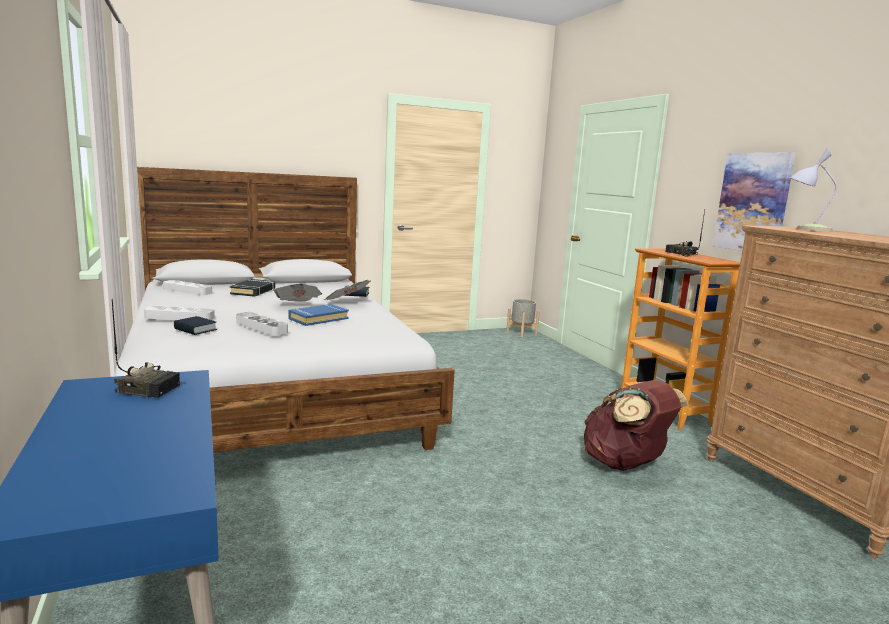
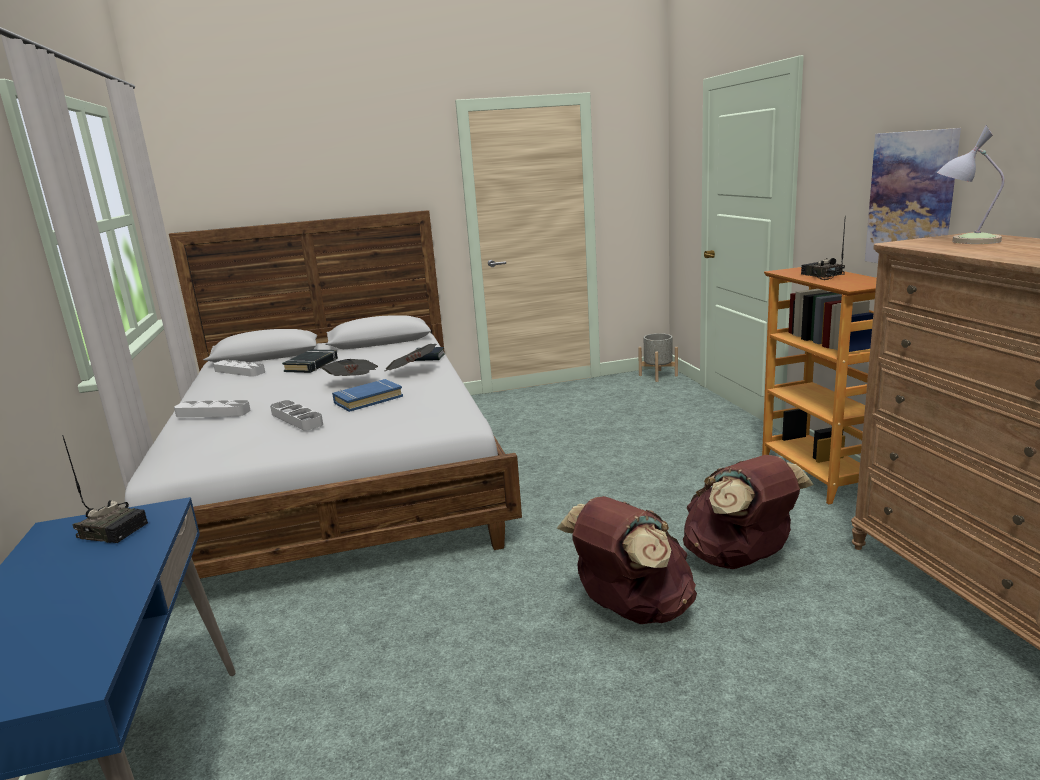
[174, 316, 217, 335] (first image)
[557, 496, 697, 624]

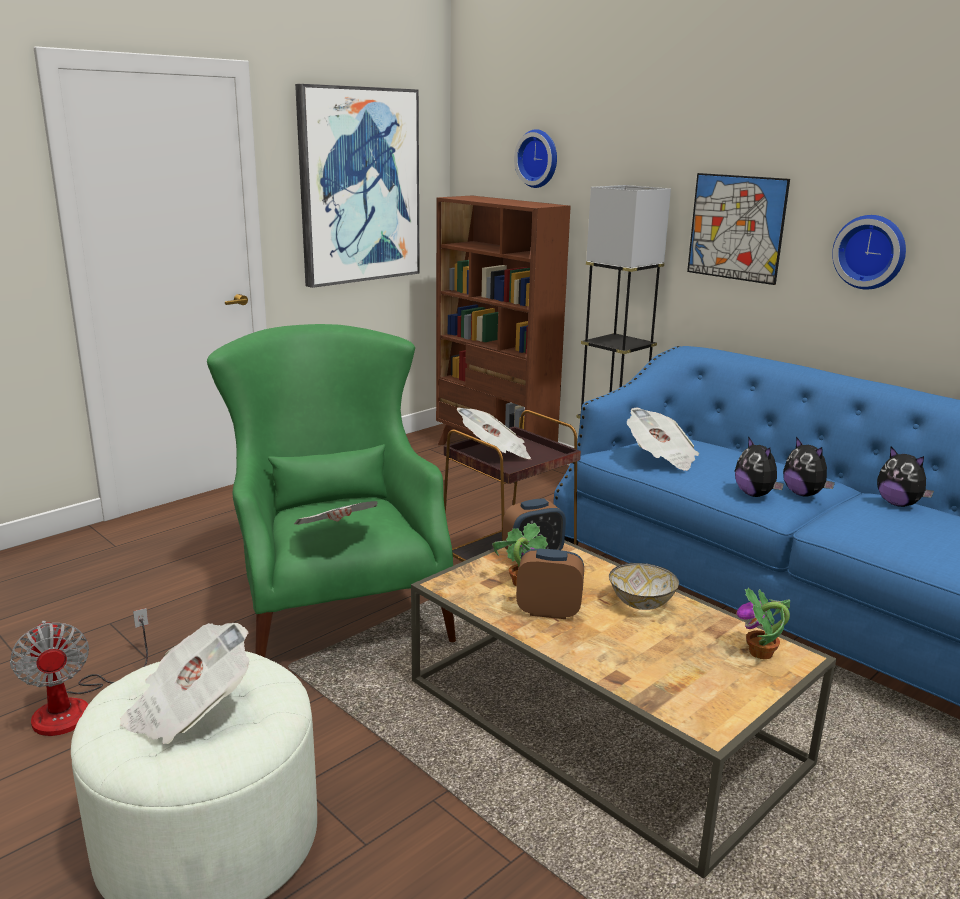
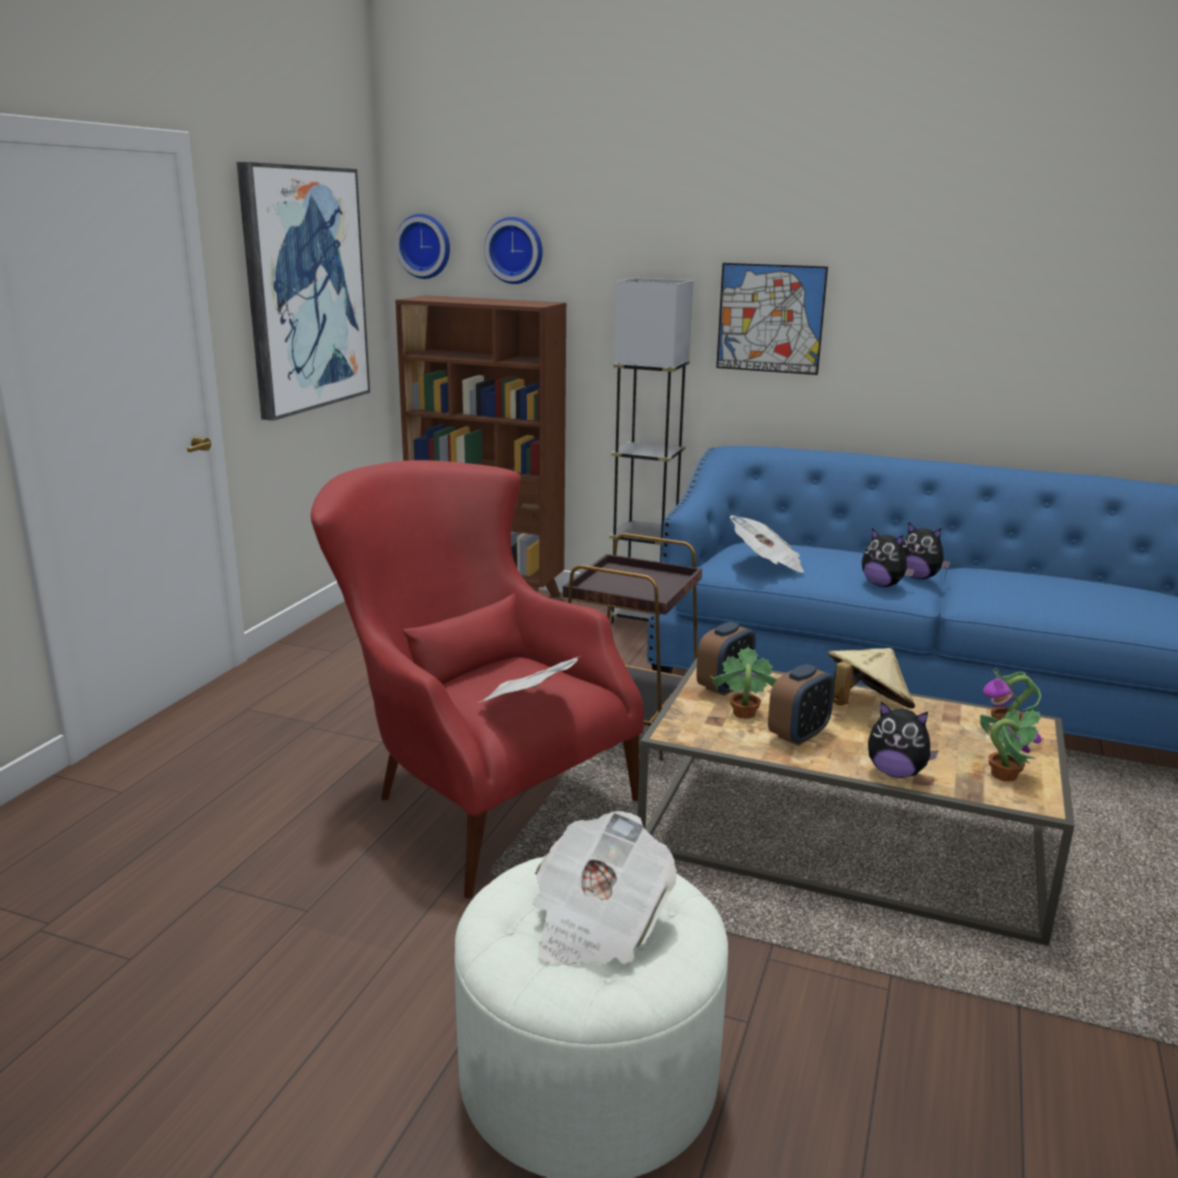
[10, 608, 149, 736] (first image)
[457, 407, 531, 459] (first image)
[980, 710, 1042, 782]
[395, 214, 450, 279]
[868, 701, 939, 778]
[828, 648, 915, 709]
[311, 460, 644, 898]
[768, 664, 835, 746]

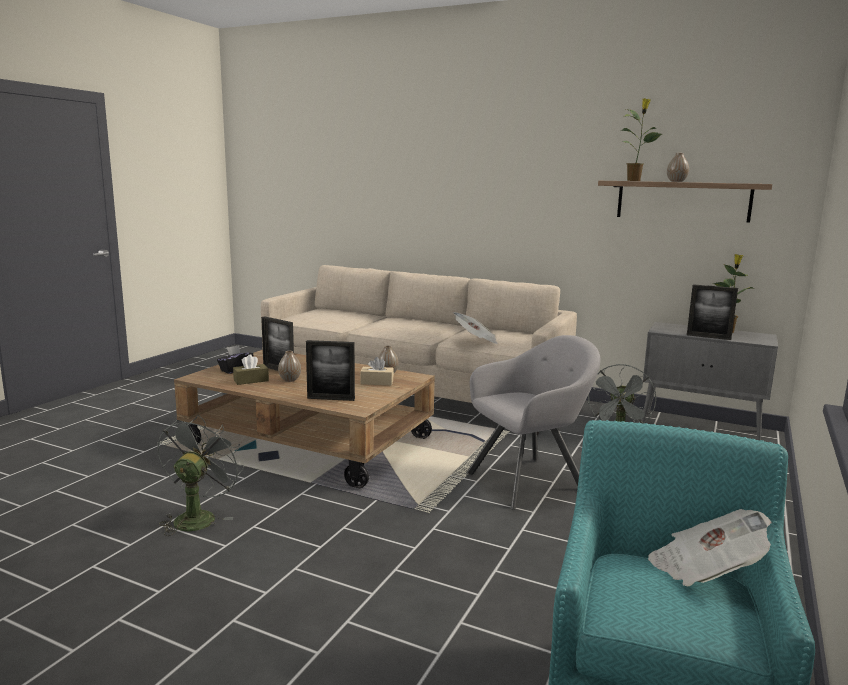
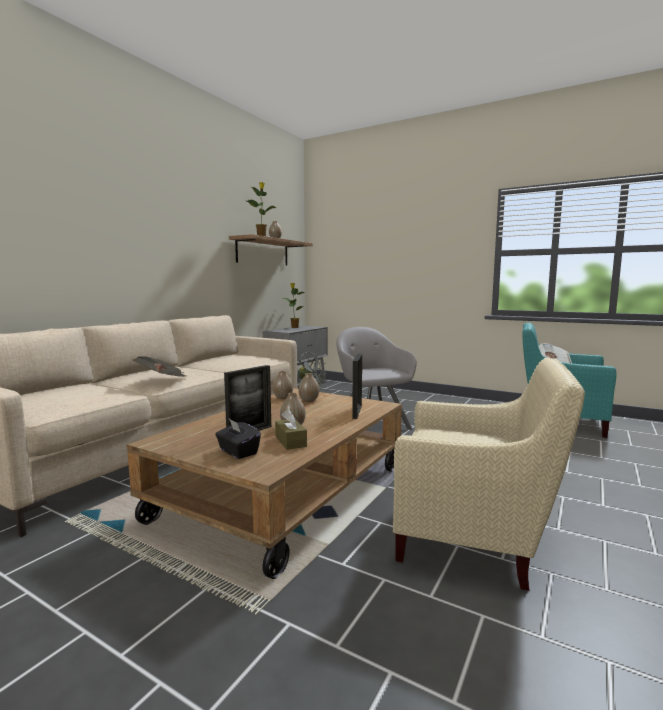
[687, 284, 738, 340] (first image)
[133, 356, 186, 377]
[393, 357, 585, 591]
[298, 373, 319, 402]

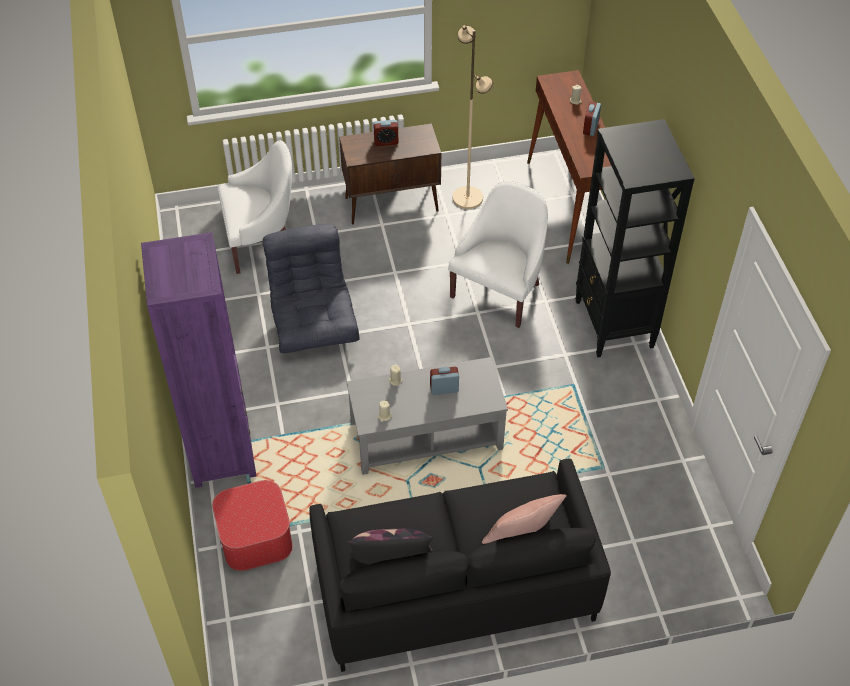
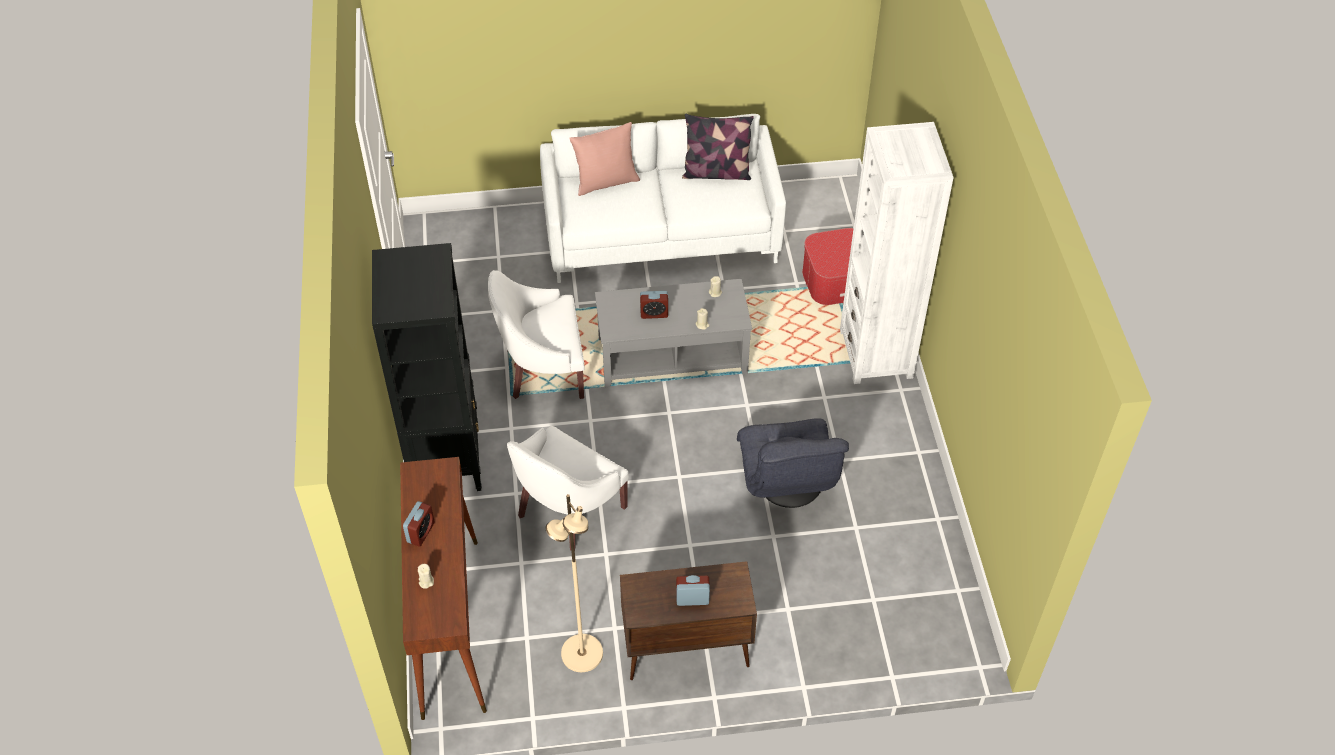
[488, 270, 585, 399]
[840, 122, 954, 384]
[540, 114, 786, 283]

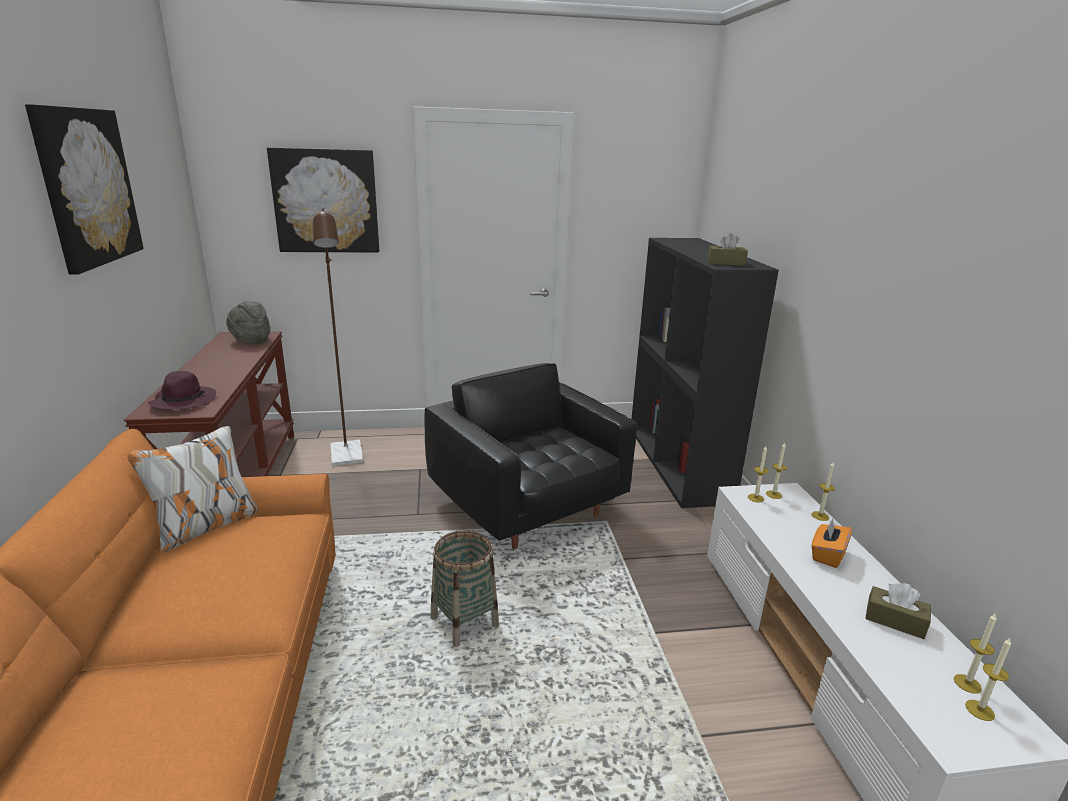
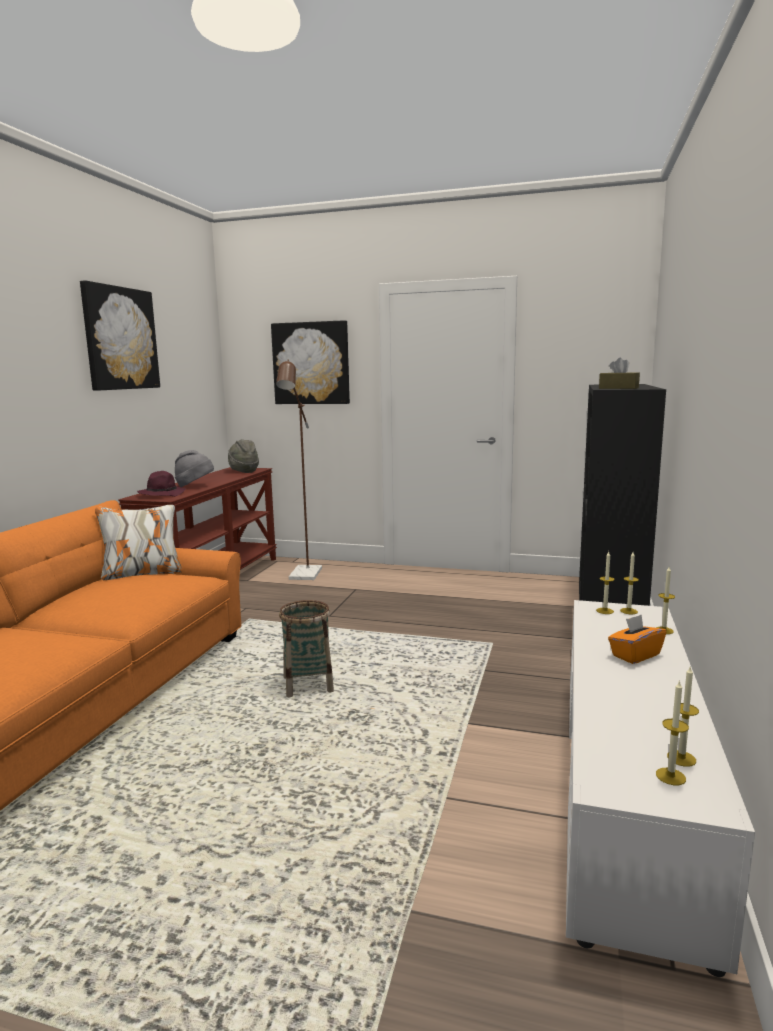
[425, 363, 637, 549] (first image)
[865, 583, 931, 639] (first image)
[175, 450, 214, 487]

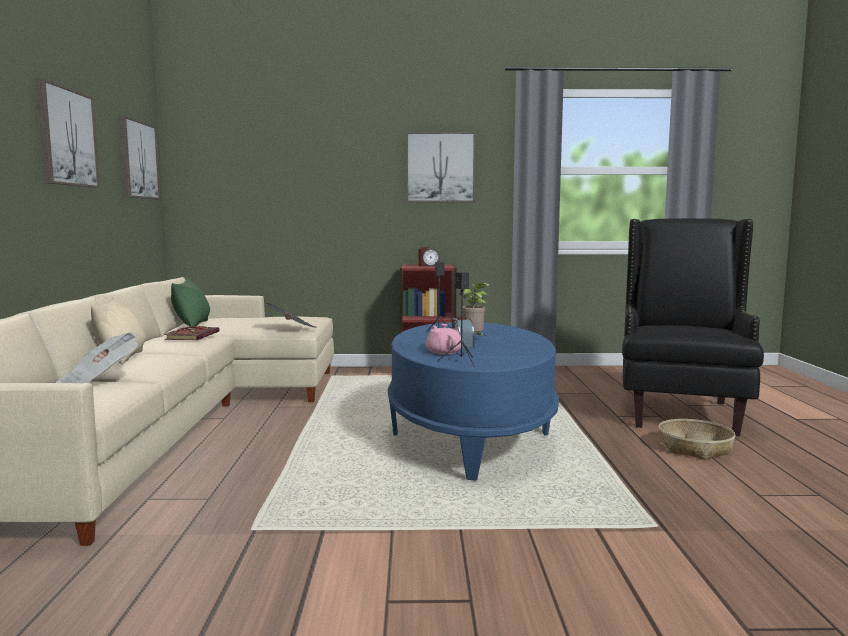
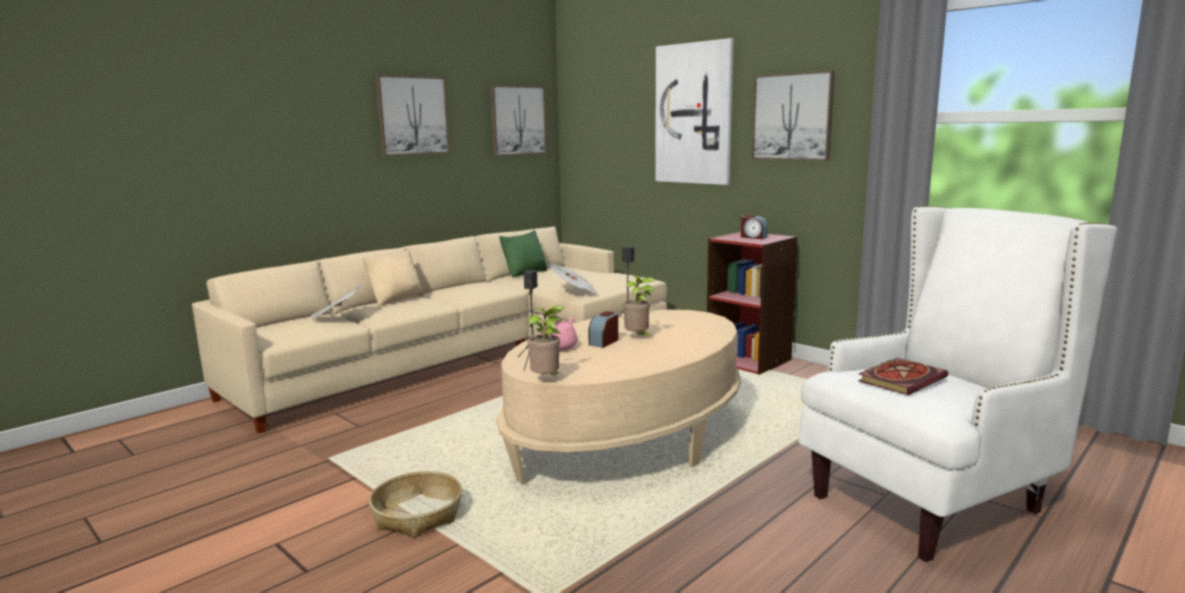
[527, 306, 565, 375]
[655, 38, 734, 185]
[858, 358, 948, 395]
[369, 471, 462, 538]
[497, 310, 741, 485]
[798, 206, 1117, 562]

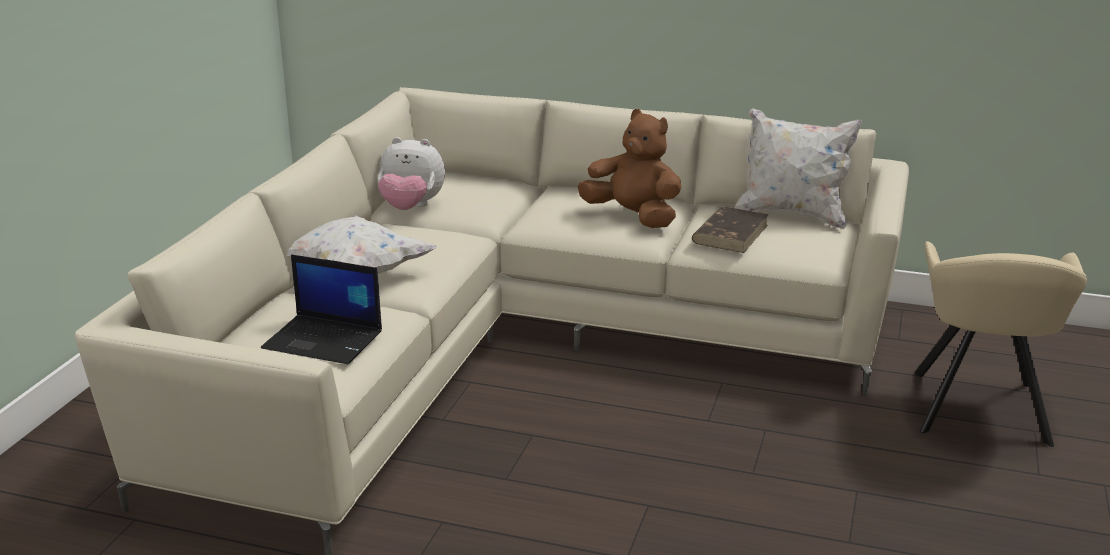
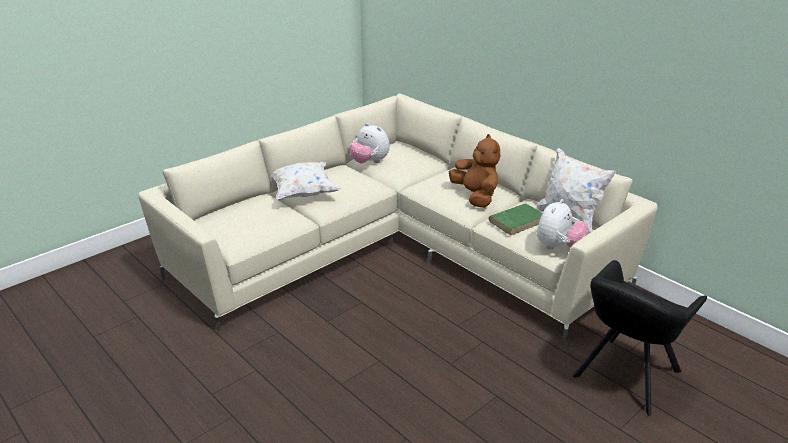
[261, 254, 382, 364] (first image)
[537, 199, 589, 250]
[489, 203, 542, 235]
[573, 260, 707, 416]

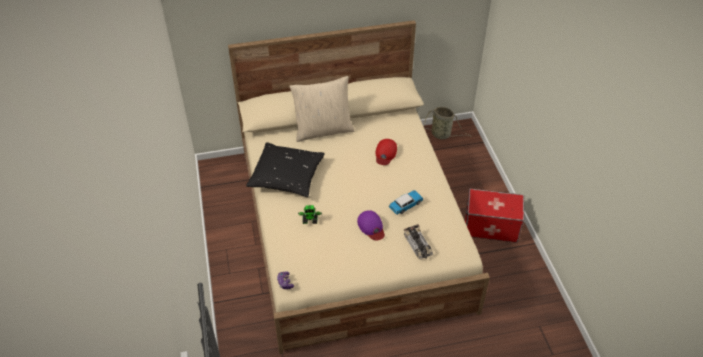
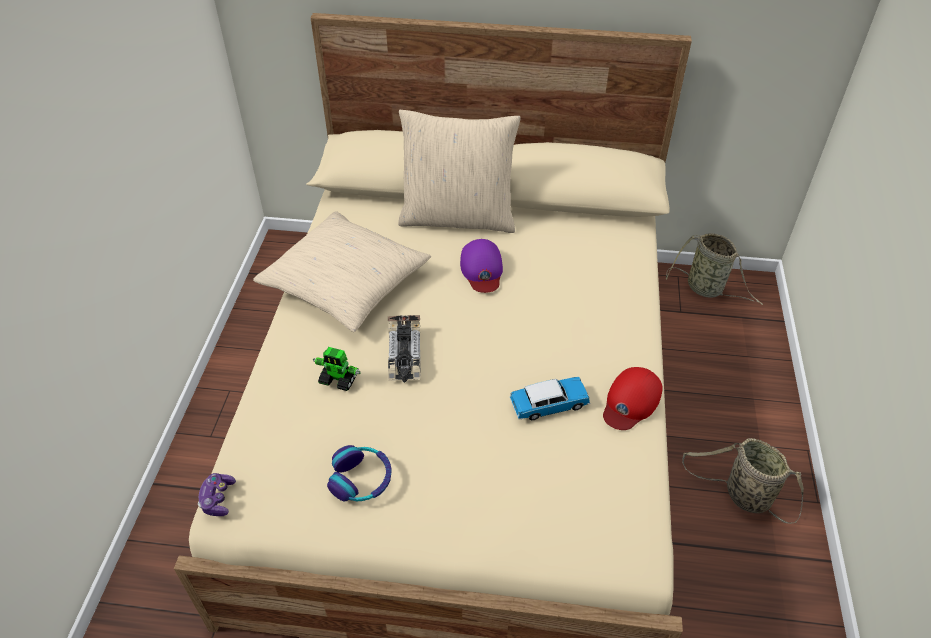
[327, 445, 392, 501]
[460, 239, 503, 293]
[603, 367, 662, 430]
[388, 315, 420, 383]
[682, 438, 804, 524]
[253, 211, 431, 332]

